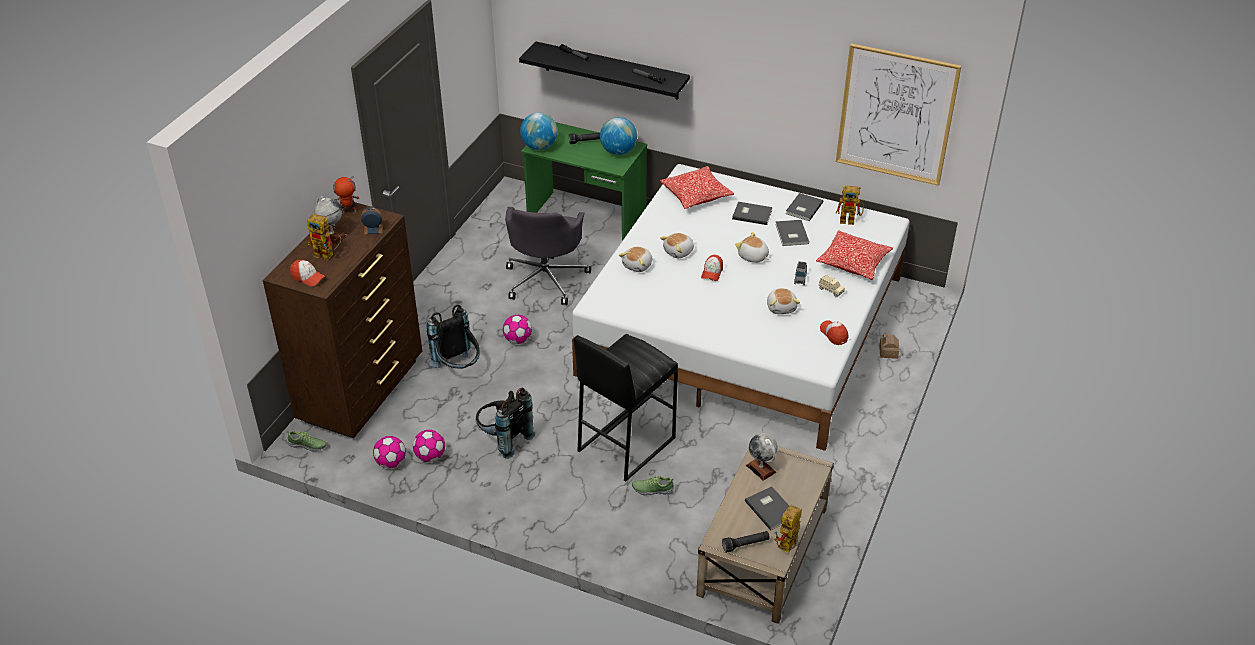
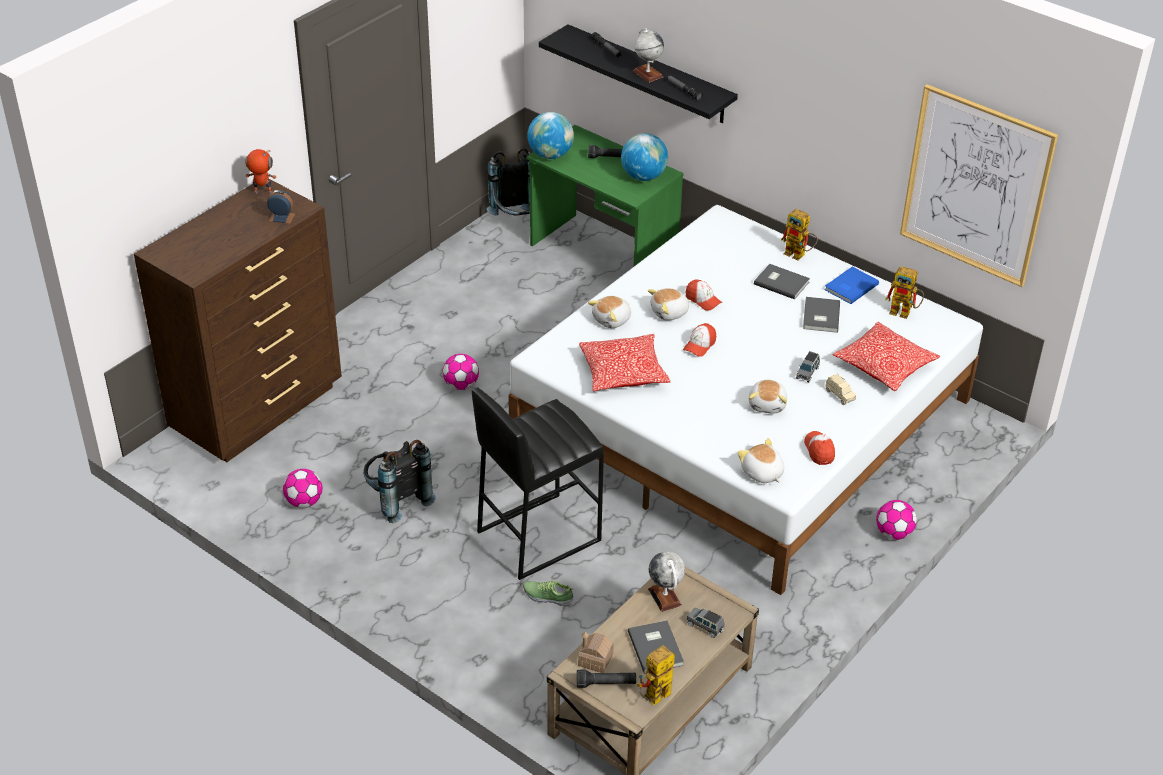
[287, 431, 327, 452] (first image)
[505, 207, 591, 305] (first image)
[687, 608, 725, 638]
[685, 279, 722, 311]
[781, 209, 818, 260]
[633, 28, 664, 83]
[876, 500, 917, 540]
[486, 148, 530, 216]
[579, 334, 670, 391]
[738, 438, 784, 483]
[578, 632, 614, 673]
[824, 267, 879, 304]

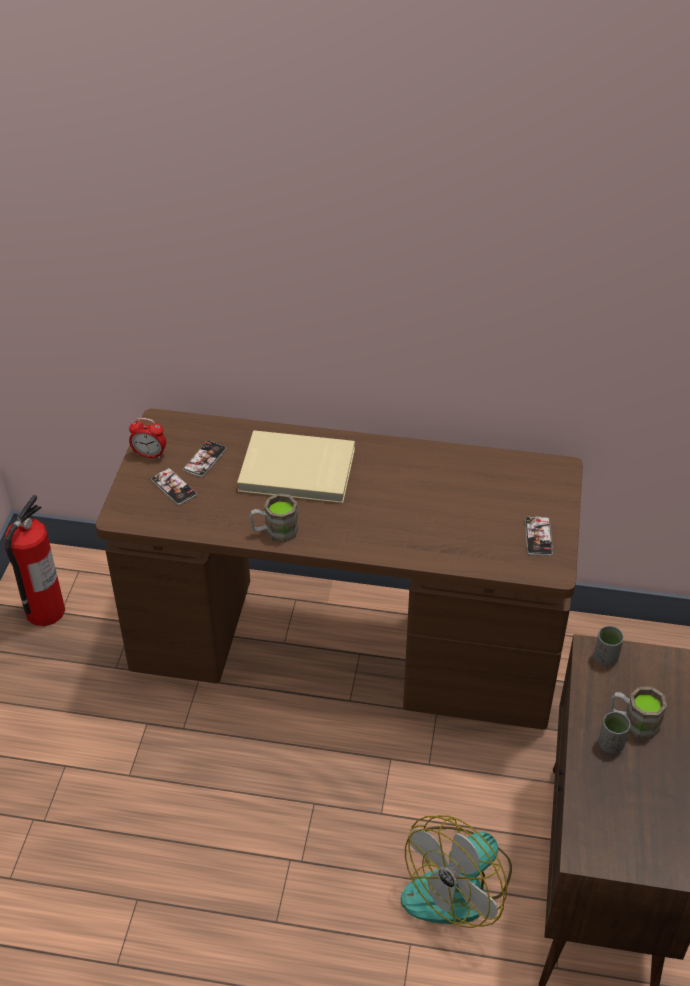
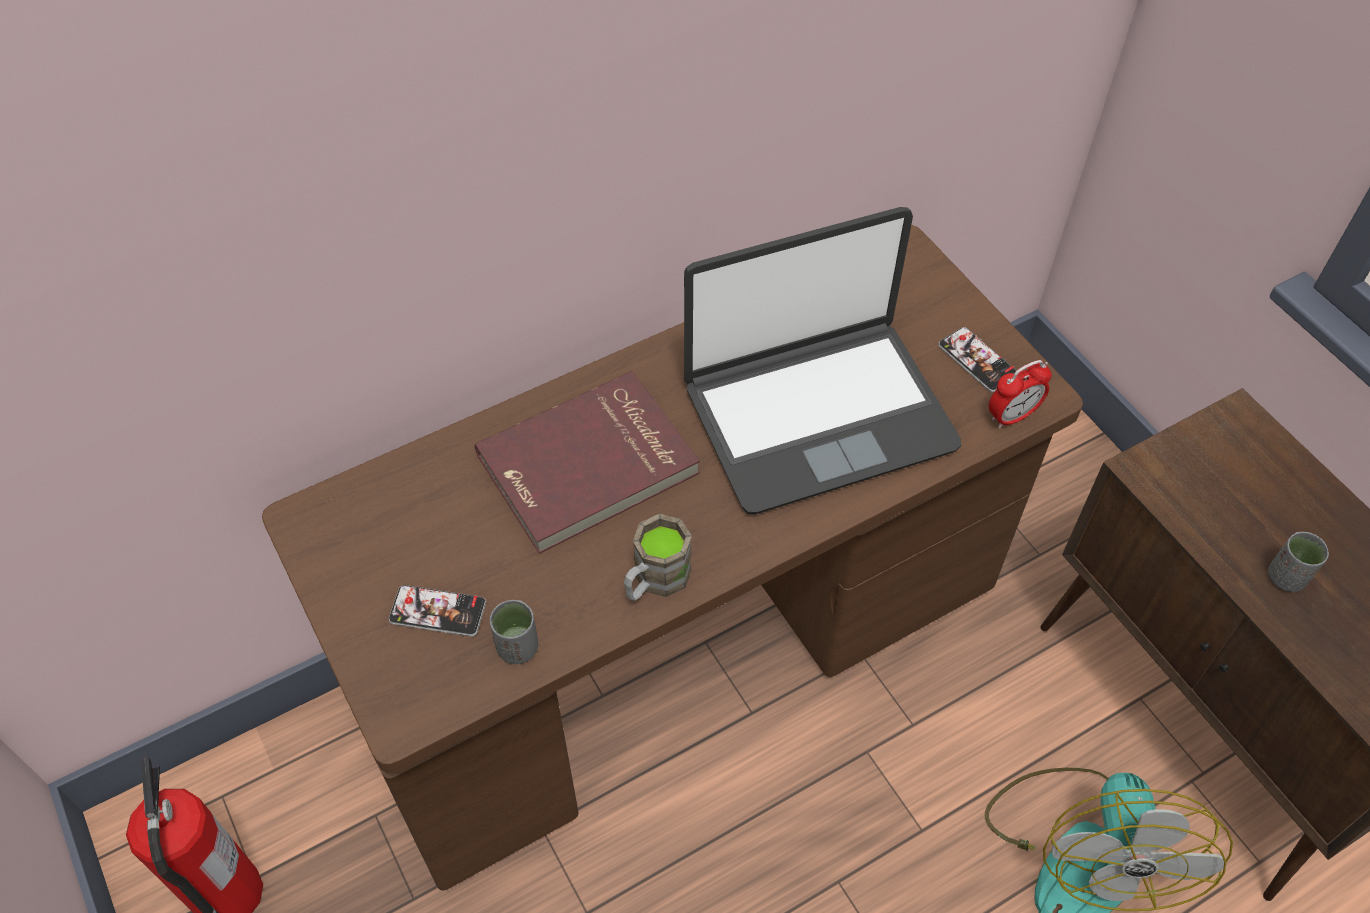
[183, 441, 226, 477] (first image)
[611, 687, 667, 739] (first image)
[684, 207, 962, 514]
[989, 360, 1052, 429]
[490, 600, 538, 664]
[474, 371, 700, 554]

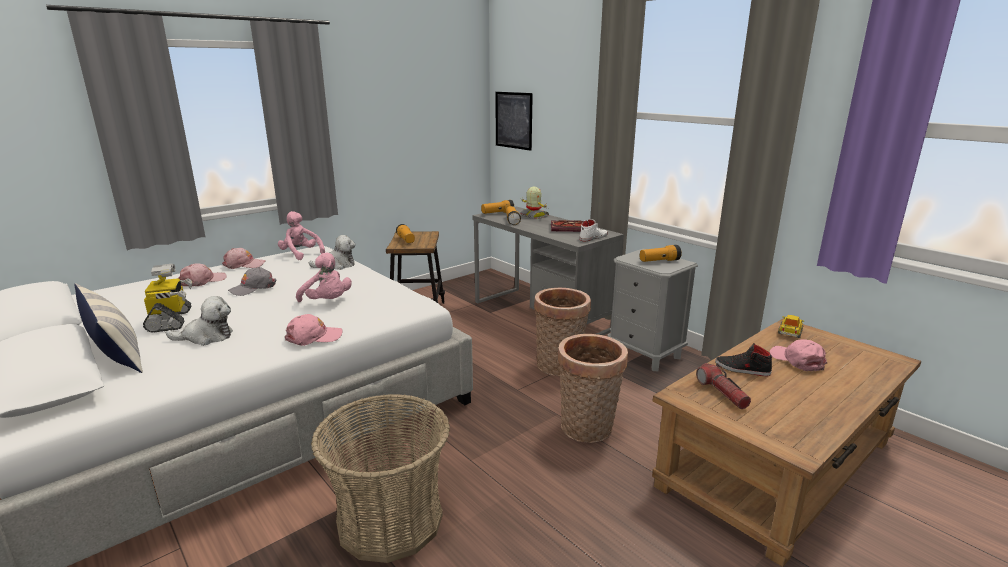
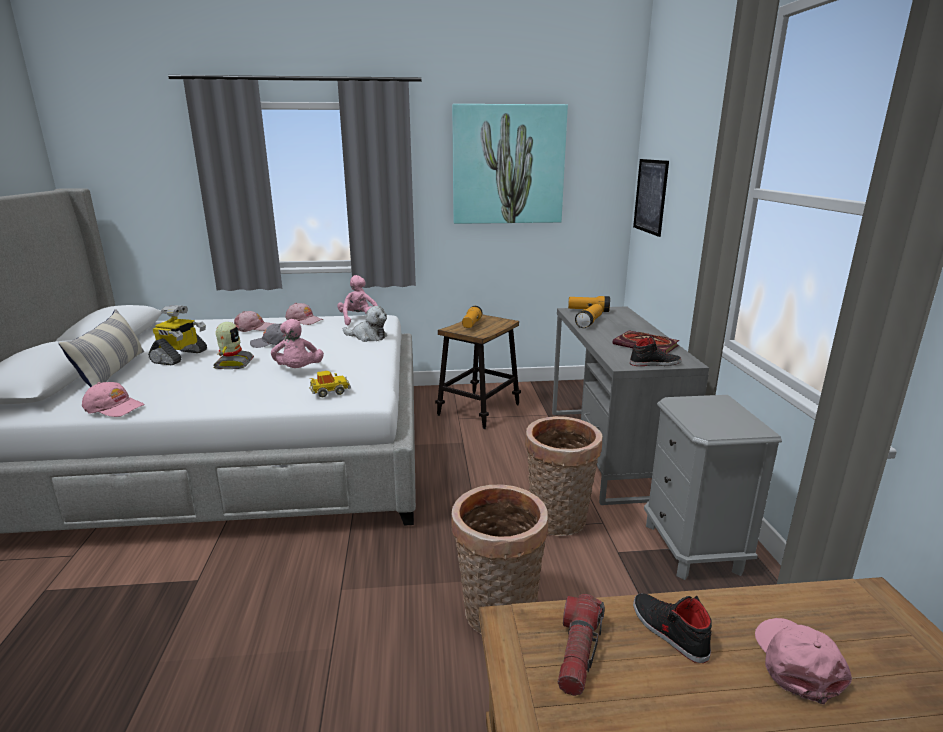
[166, 296, 233, 346] (first image)
[311, 394, 450, 563] (first image)
[640, 245, 682, 262] (first image)
[452, 104, 568, 224]
[82, 382, 145, 417]
[214, 322, 254, 369]
[309, 371, 351, 397]
[630, 336, 681, 366]

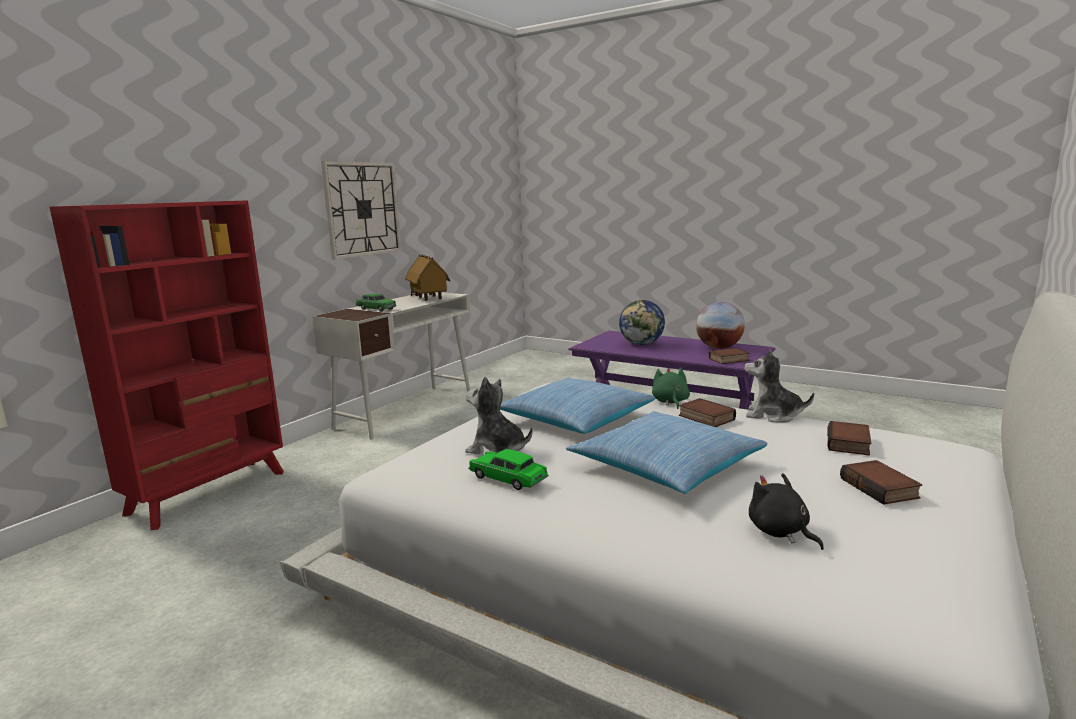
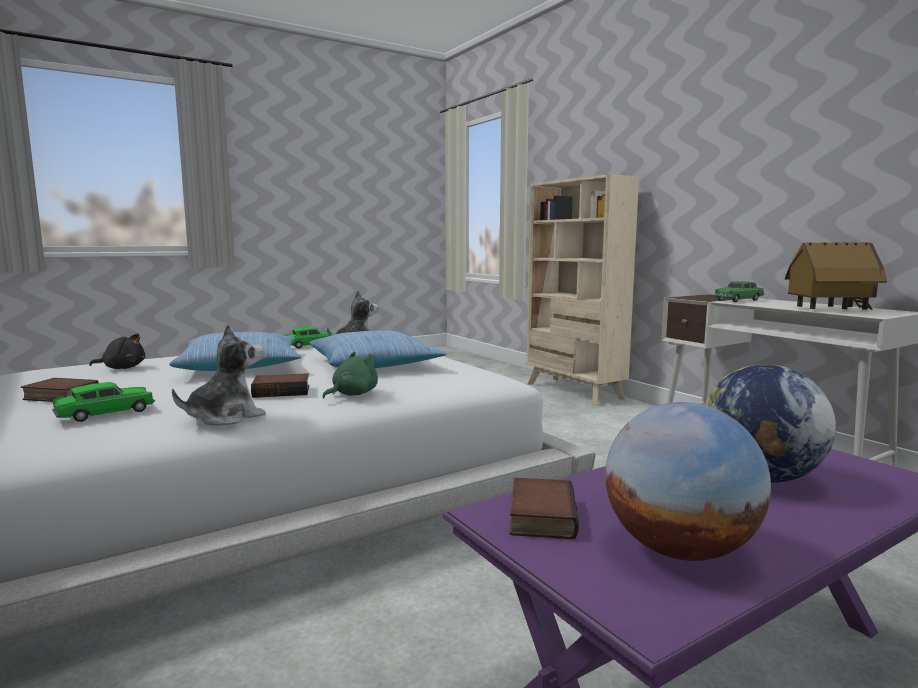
[321, 161, 402, 260] (first image)
[52, 382, 155, 422]
[527, 174, 639, 405]
[323, 352, 378, 399]

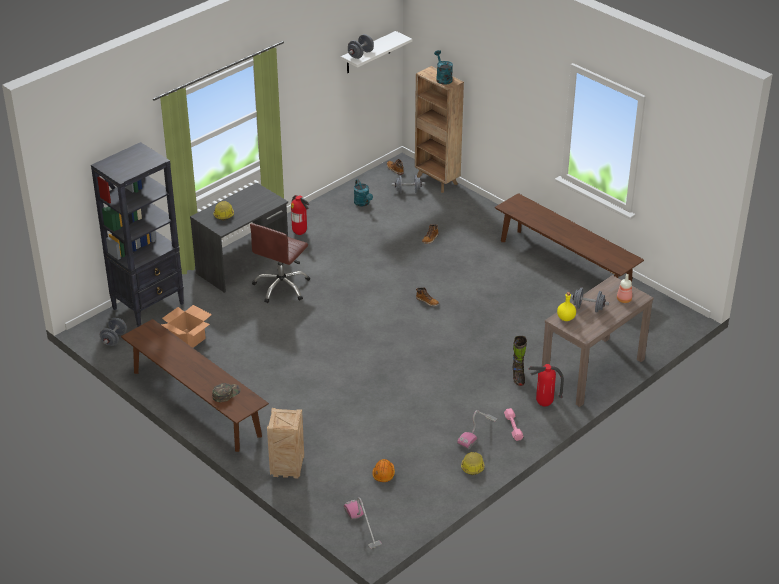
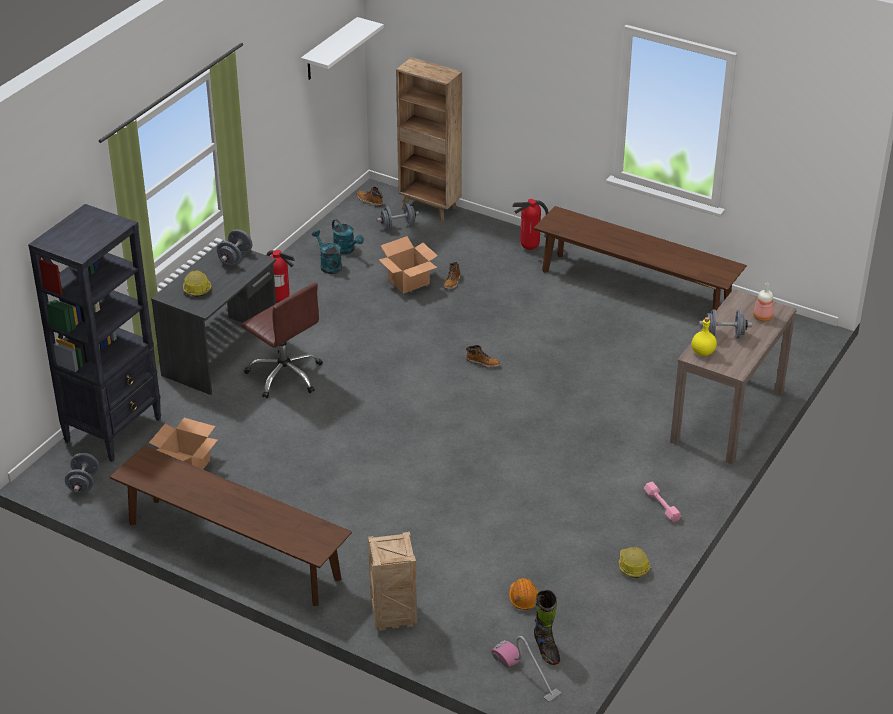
[212, 383, 241, 402] (first image)
[457, 410, 497, 449] (first image)
[379, 236, 438, 294]
[217, 229, 252, 265]
[312, 230, 342, 274]
[534, 590, 560, 665]
[512, 199, 549, 250]
[241, 283, 323, 398]

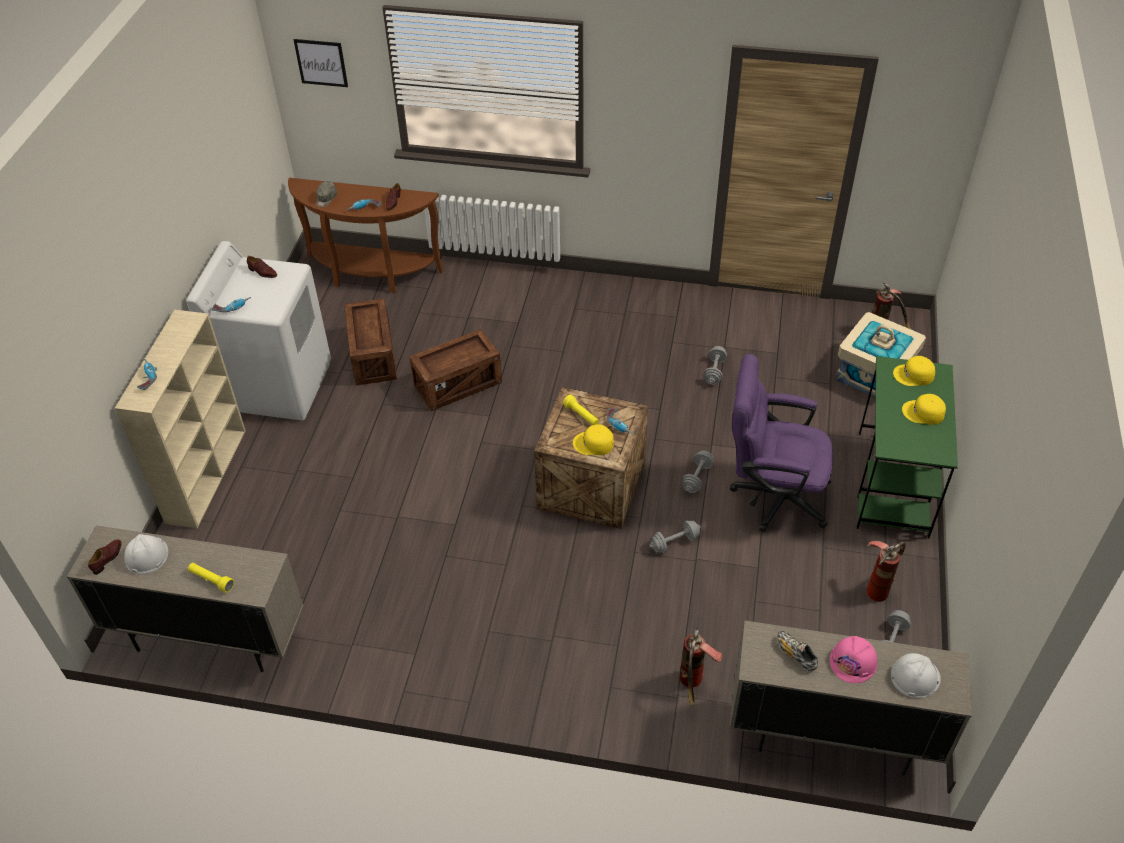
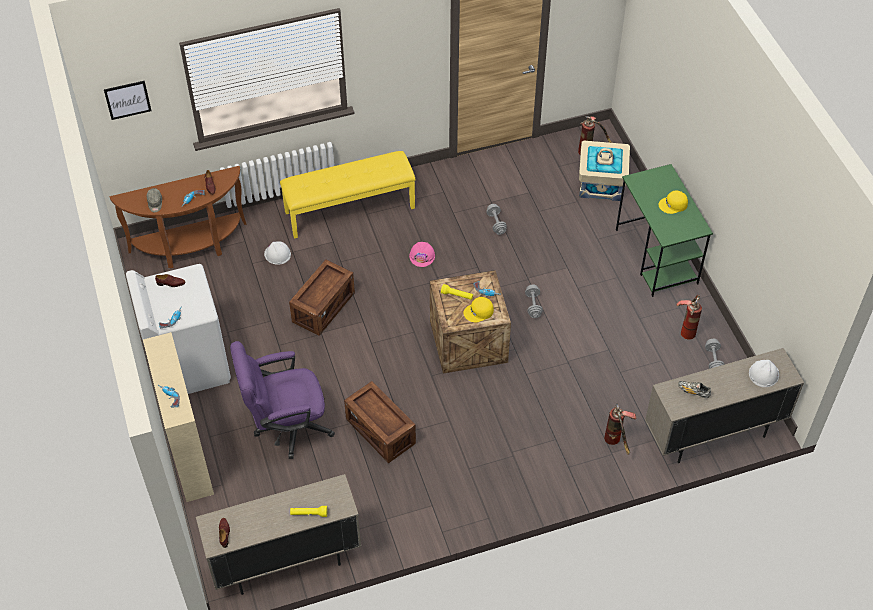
[649, 520, 701, 553] (first image)
[893, 356, 935, 386] (first image)
[280, 151, 416, 239]
[264, 241, 291, 265]
[344, 381, 416, 463]
[230, 341, 335, 459]
[409, 242, 435, 267]

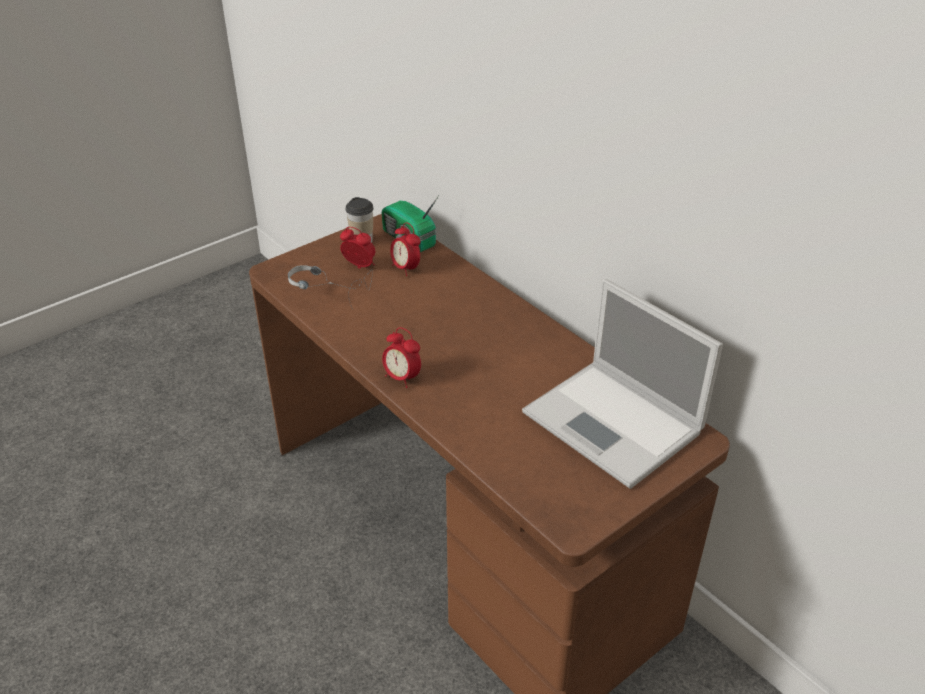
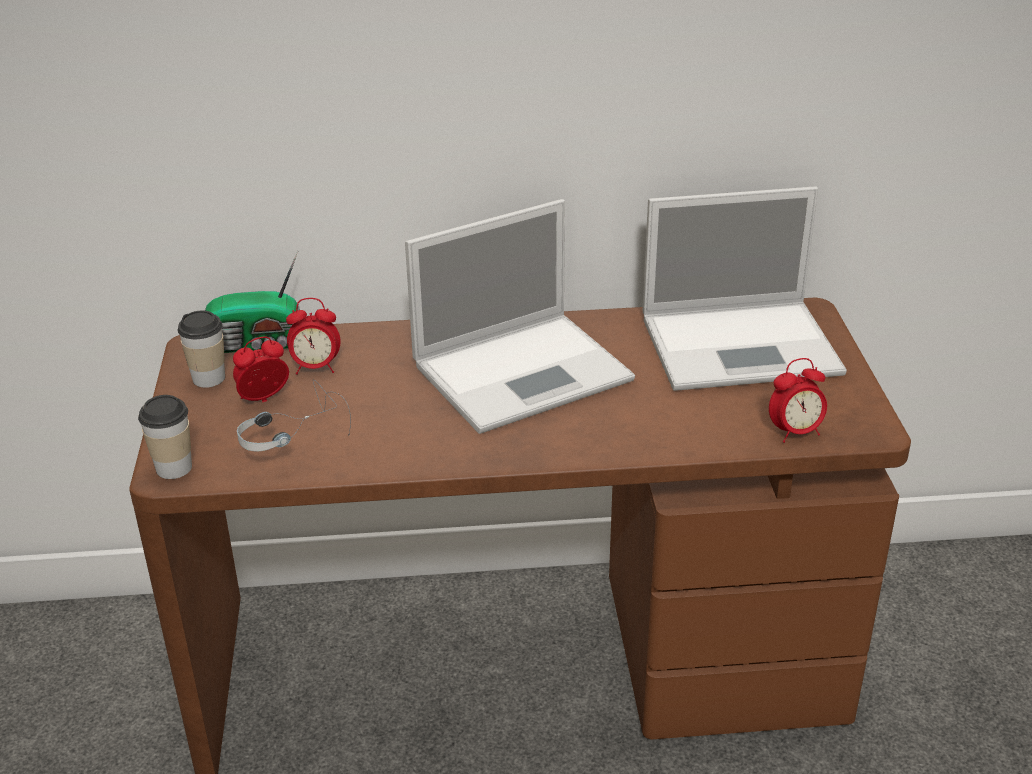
[138, 395, 192, 479]
[405, 199, 635, 434]
[769, 358, 827, 443]

